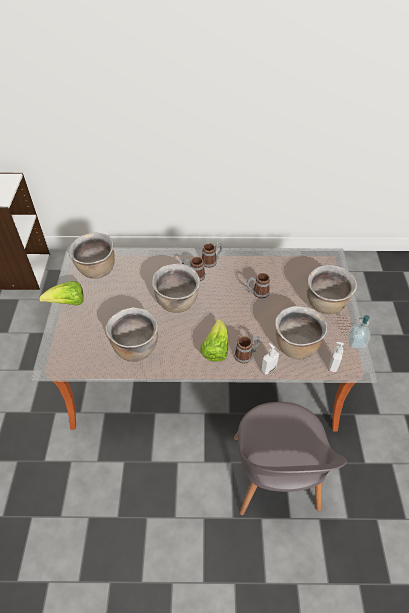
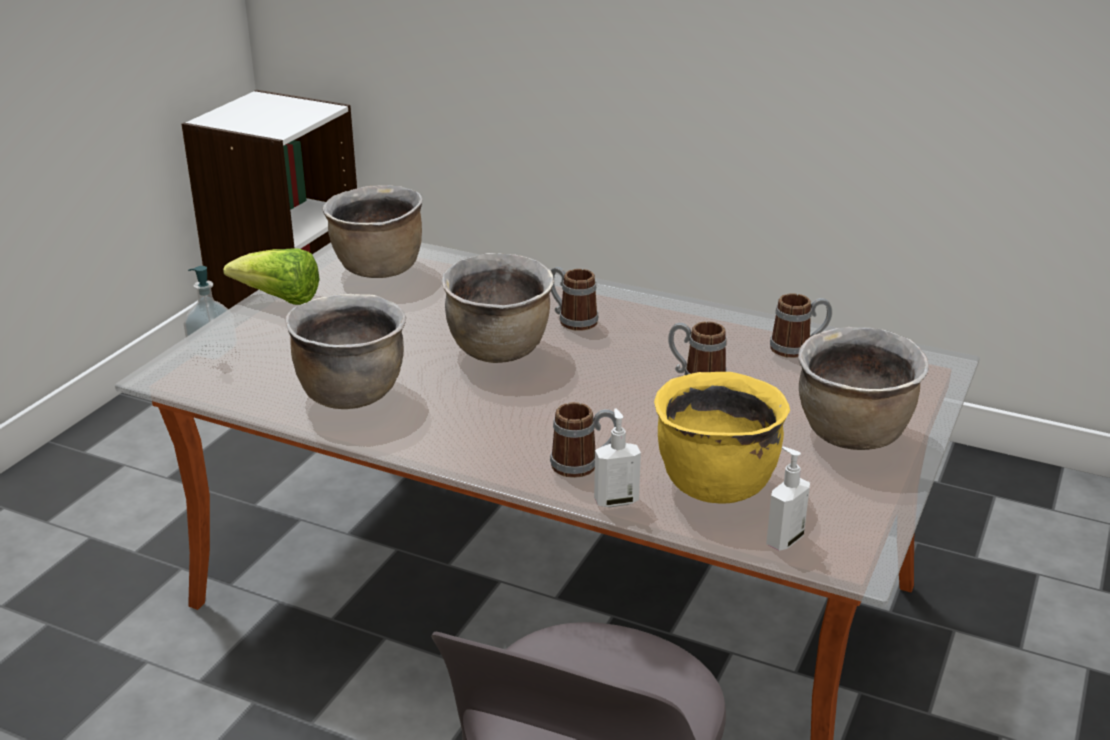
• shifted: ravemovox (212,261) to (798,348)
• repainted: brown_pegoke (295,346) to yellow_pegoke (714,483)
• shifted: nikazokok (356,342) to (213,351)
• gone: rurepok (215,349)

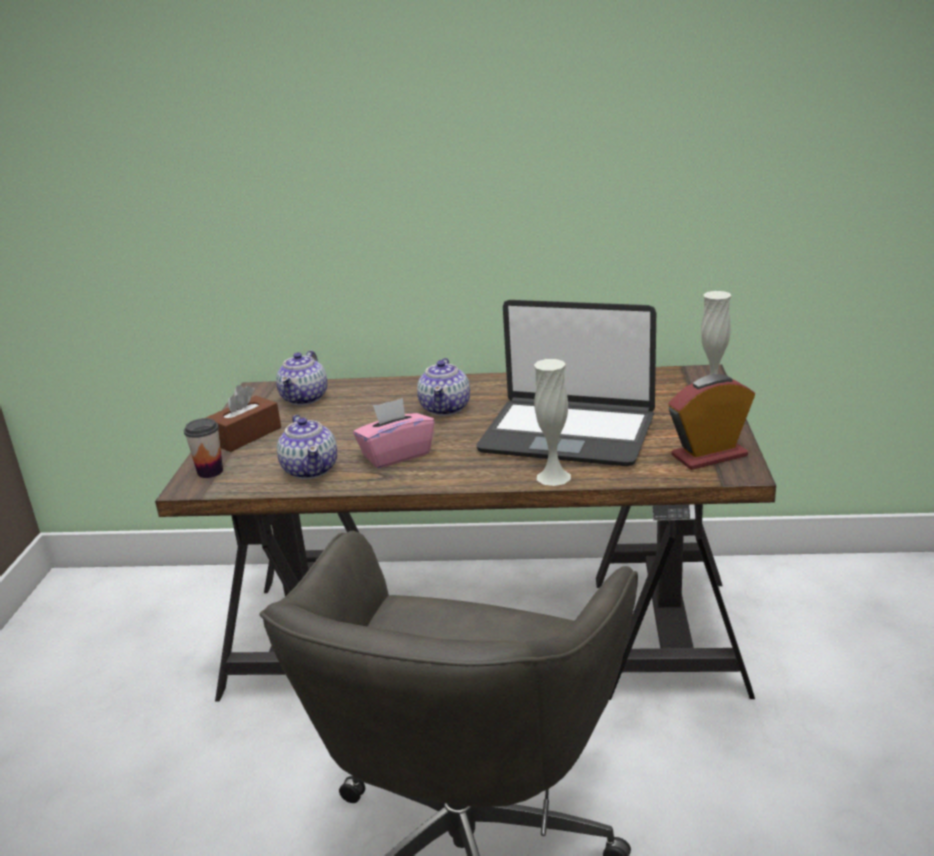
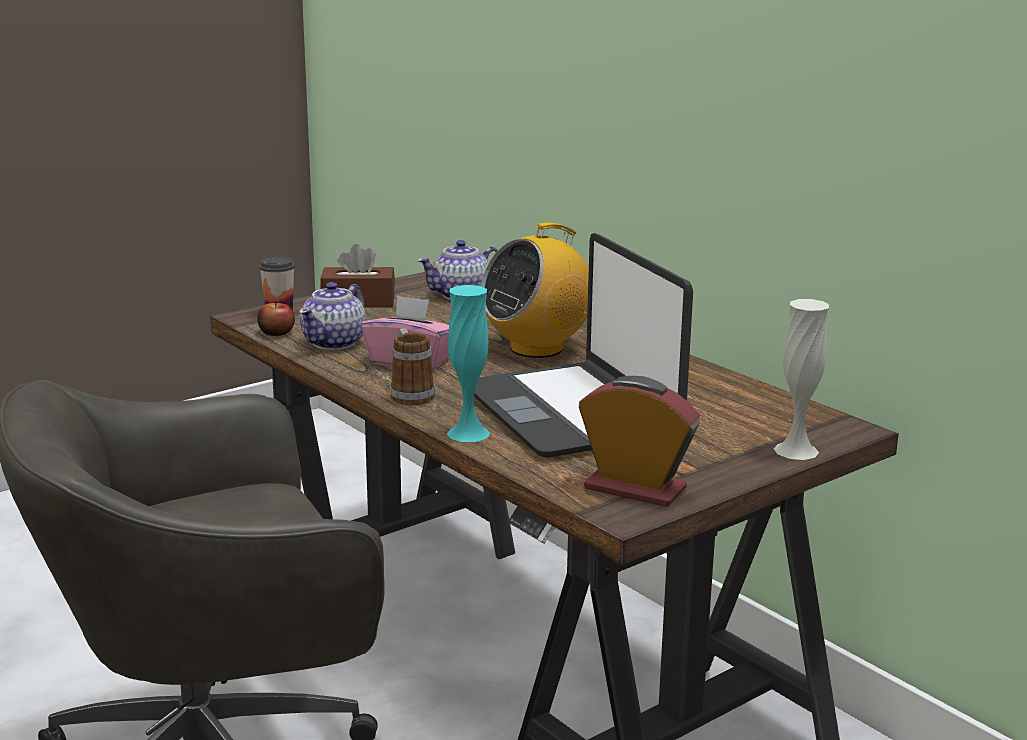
• swapped: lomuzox (446,408) to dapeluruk (537,348)
• repainted: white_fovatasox (553,477) to turquoise_fovatasox (468,433)
• new: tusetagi (276,332)
• new: ravemovox (409,394)

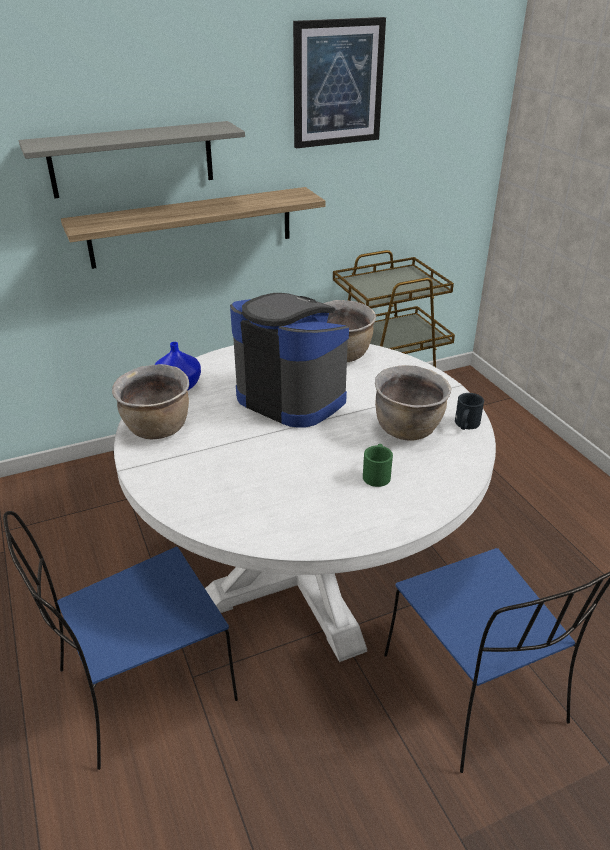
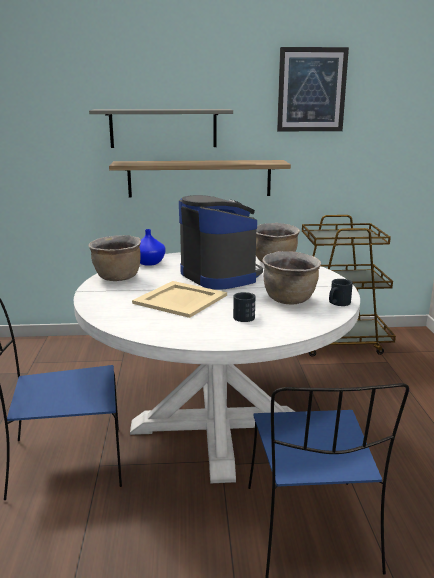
• repainted: green_ravemovox (377,473) to black_ravemovox (246,316)
• new: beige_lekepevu (180,299)

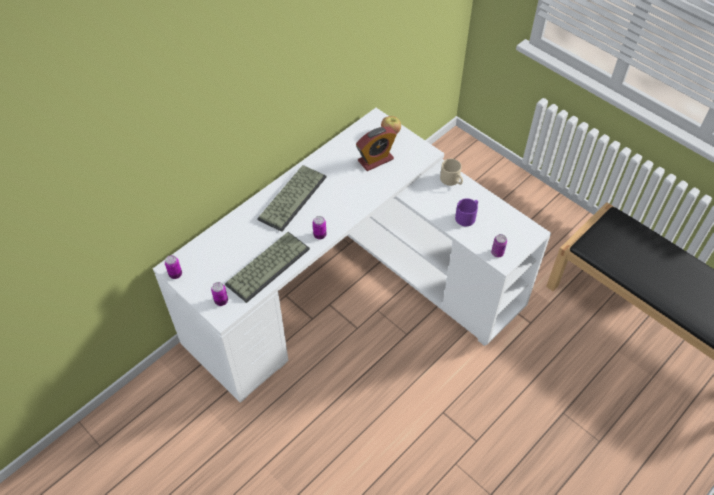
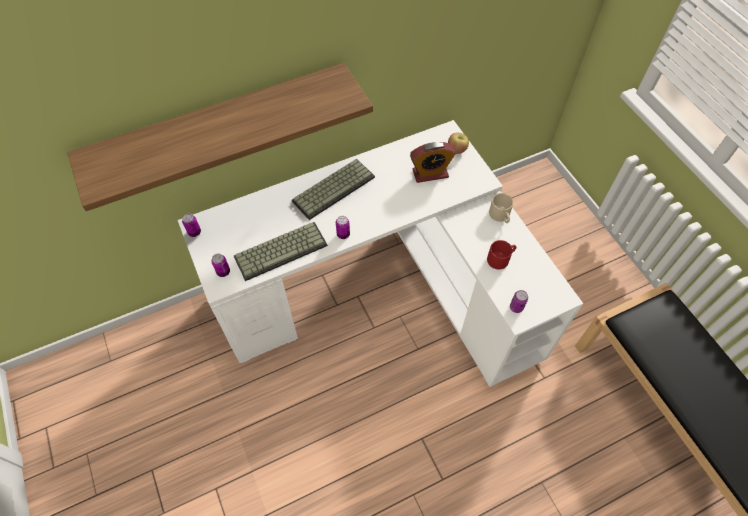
• repainted: purple_ravemovox (467,216) to red_ravemovox (500,258)
• new: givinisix (219,125)

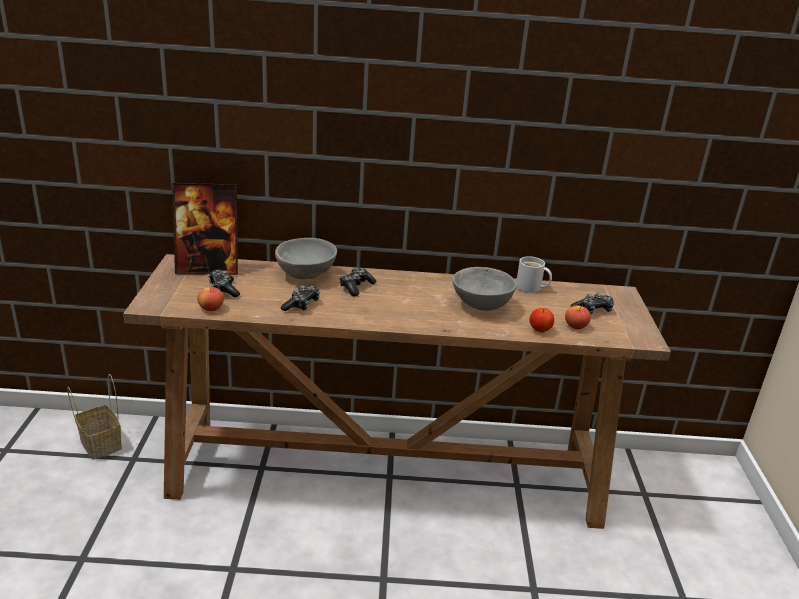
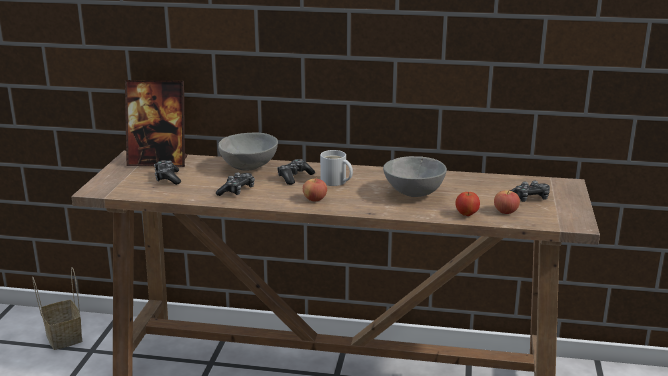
• shifted: white_ravemovox (530,288) to (335,182)
• shifted: tusetagi (211,308) to (315,199)

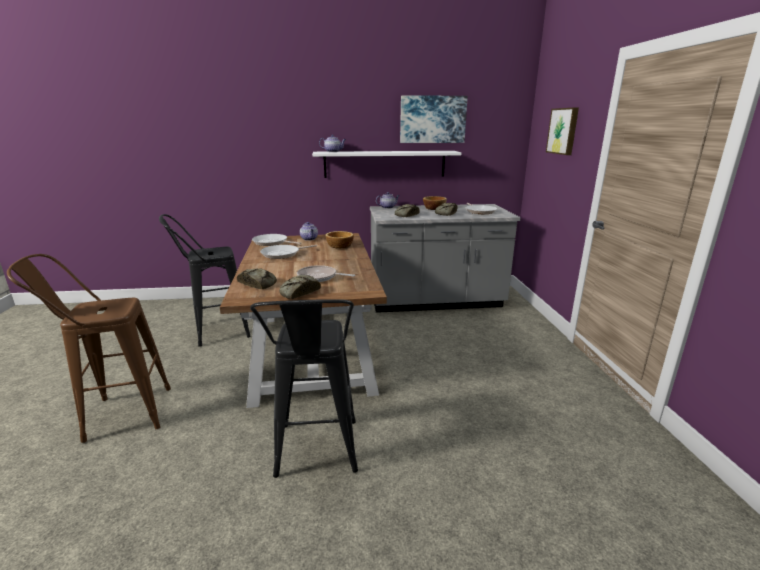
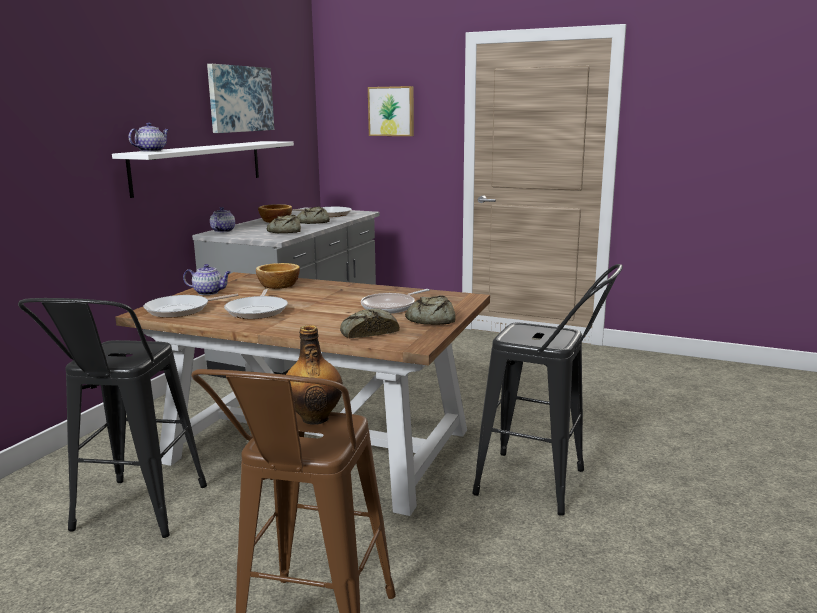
• new: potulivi (314,418)

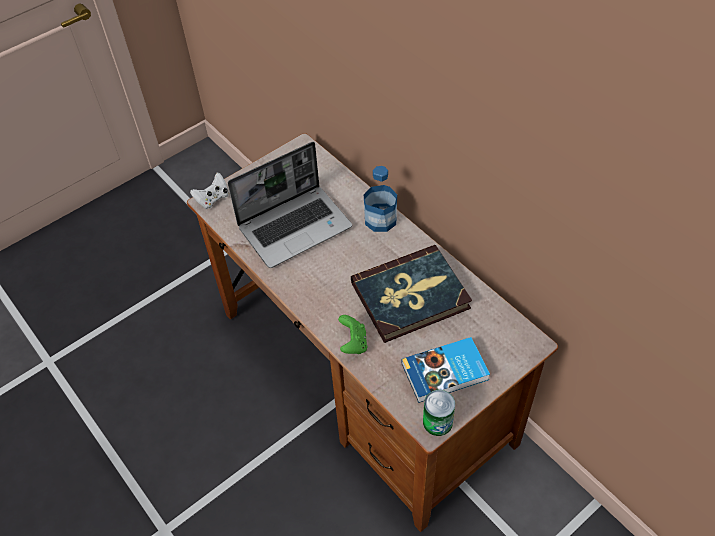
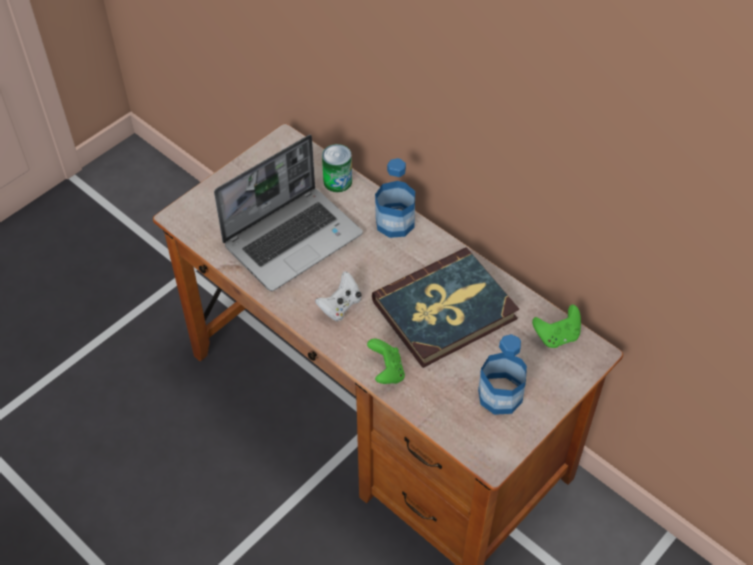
• shifted: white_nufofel (213,199) to (340,306)
• swapped: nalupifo (446,373) to potulivi (500,396)
• shifted: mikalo (437,422) to (337,181)
• new: green_nufofel (557,336)

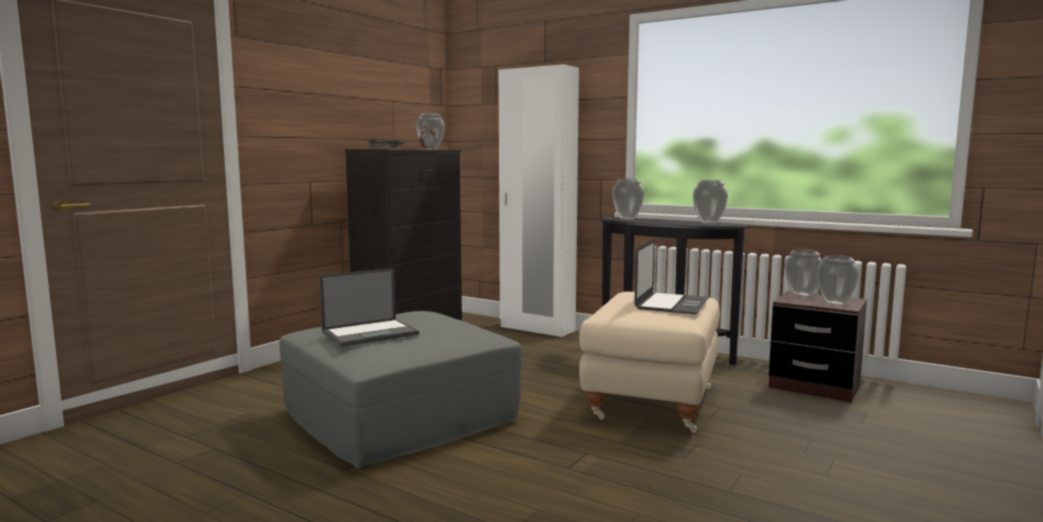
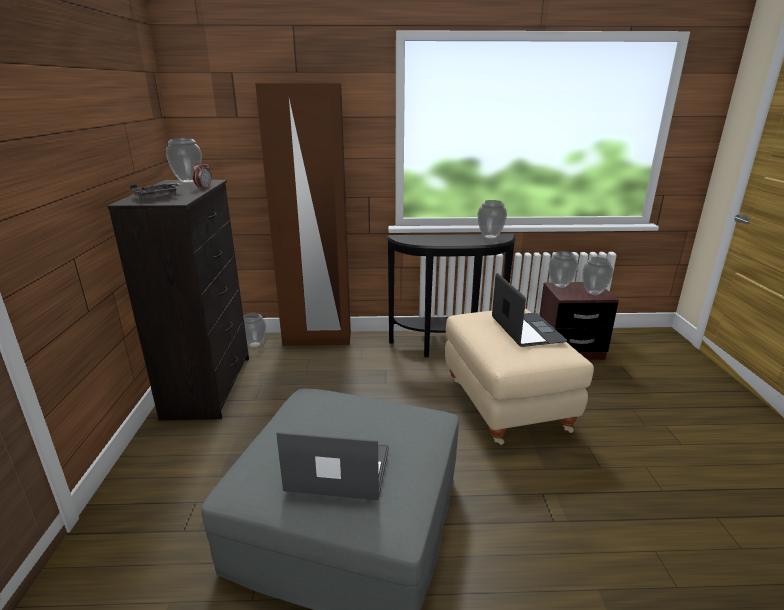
• repainted: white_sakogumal (537,329) to brown_sakogumal (317,339)
• shifted: fovatasox (627,219) to (255,344)
• rotated: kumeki (371,333) = (337,469) 105 degrees counterclockwise

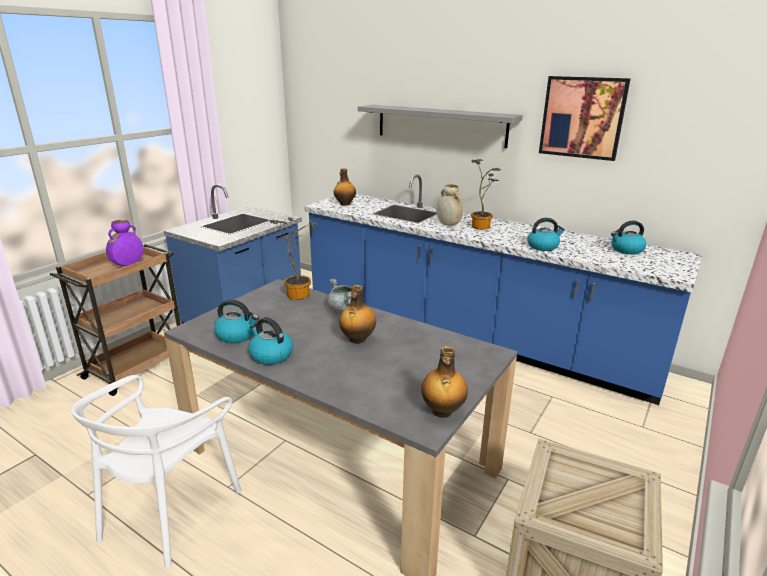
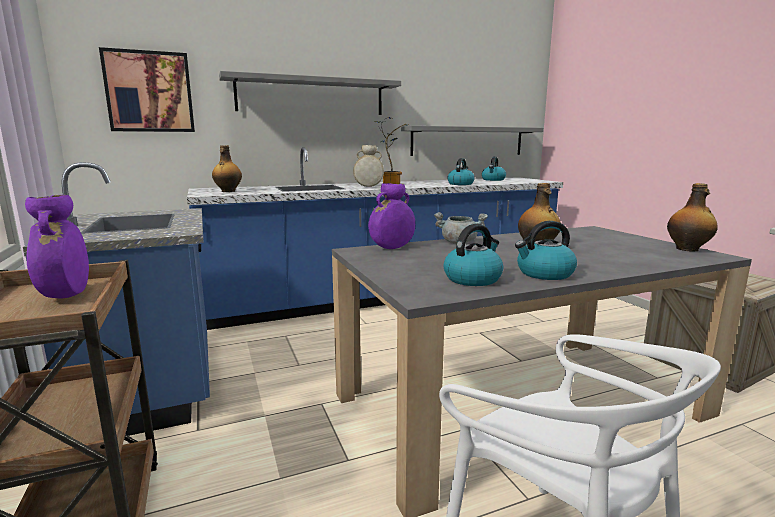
• shifted: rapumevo (582,117) to (149,92)
• swapped: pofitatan (297,293) to purple_fovatasox (392,248)
• new: grey_givinisix (468,141)

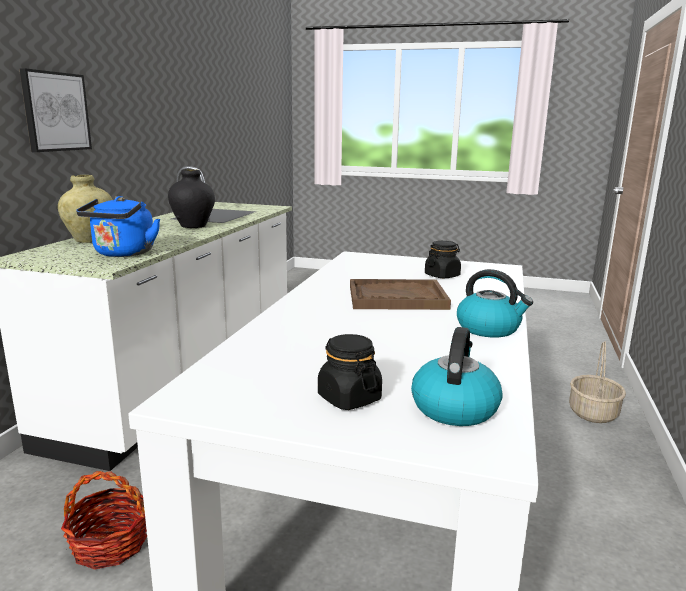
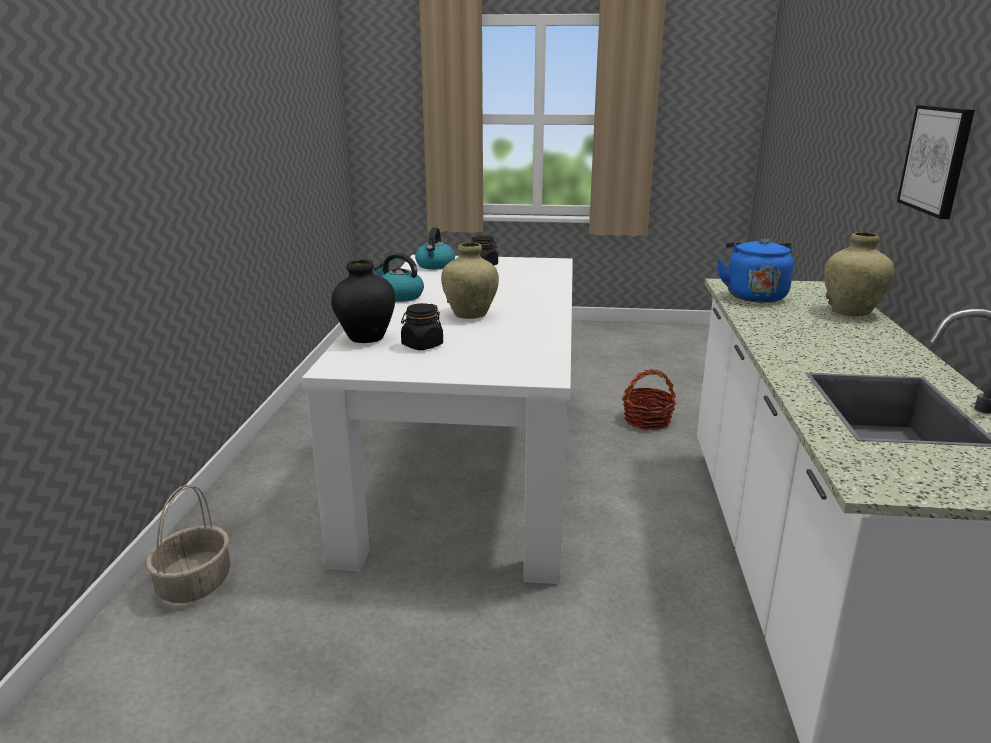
• shifted: black_fovatasox (193,226) to (366,338)
• swapped: brown_lekepevu (396,298) to beige_fovatasox (470,315)

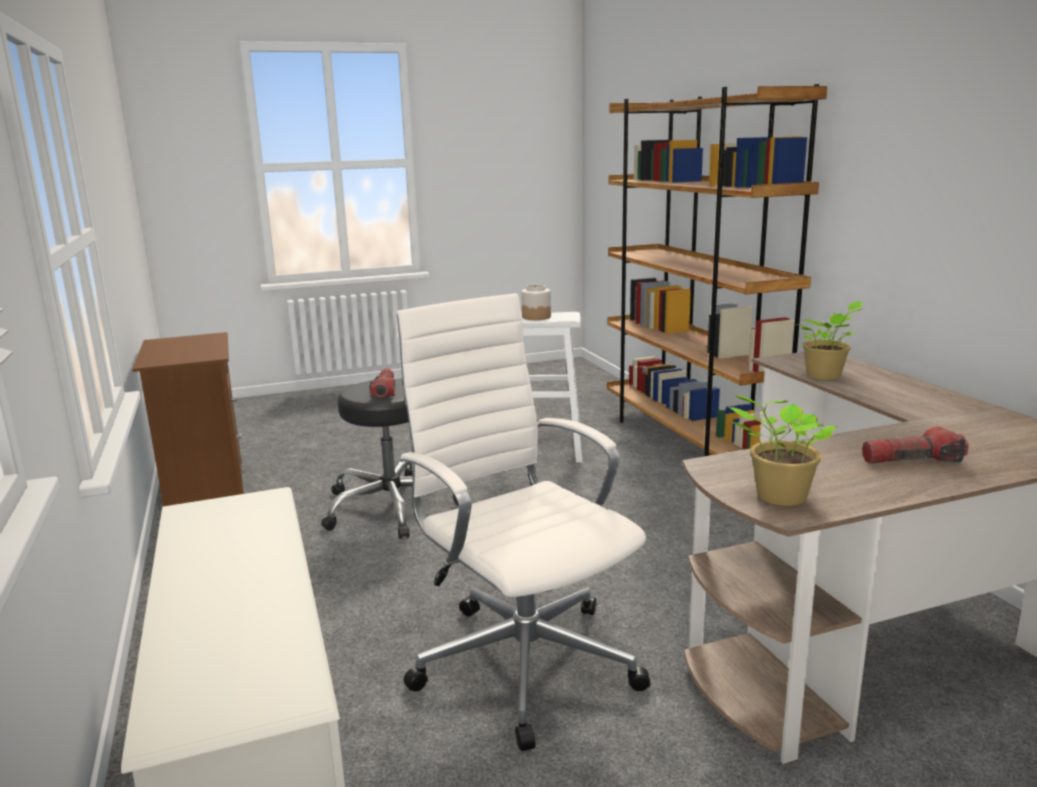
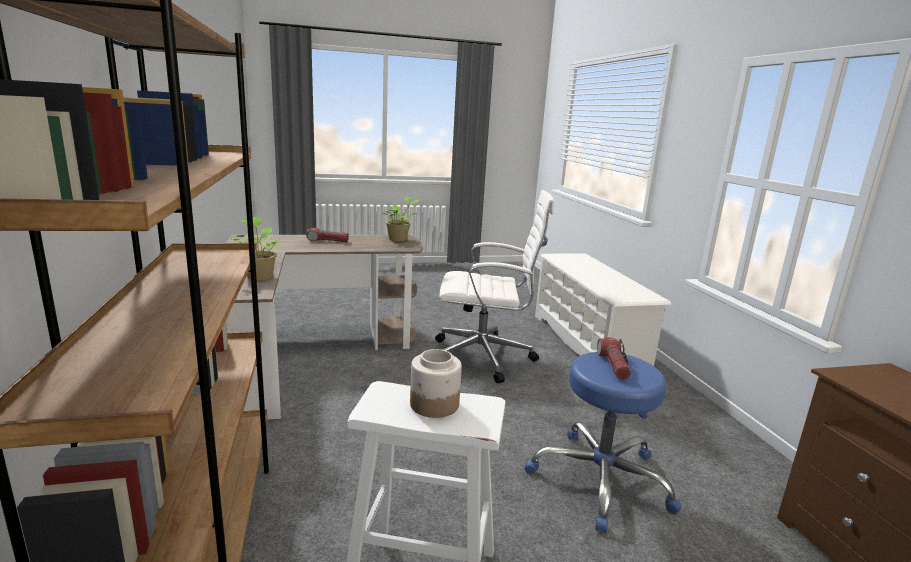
• rotated: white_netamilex (523,659) = (485,357) 60 degrees counterclockwise
• repainted: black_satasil (390,507) to blue_satasil (601,479)

